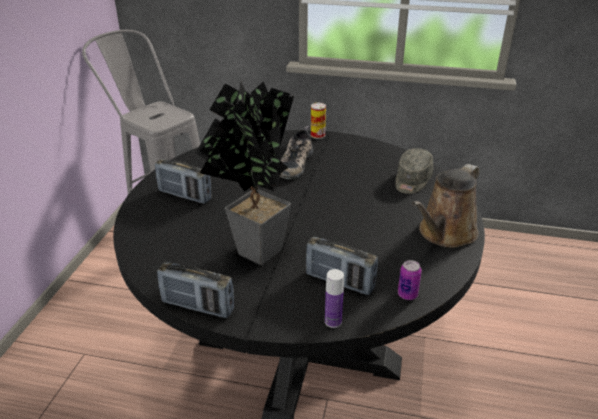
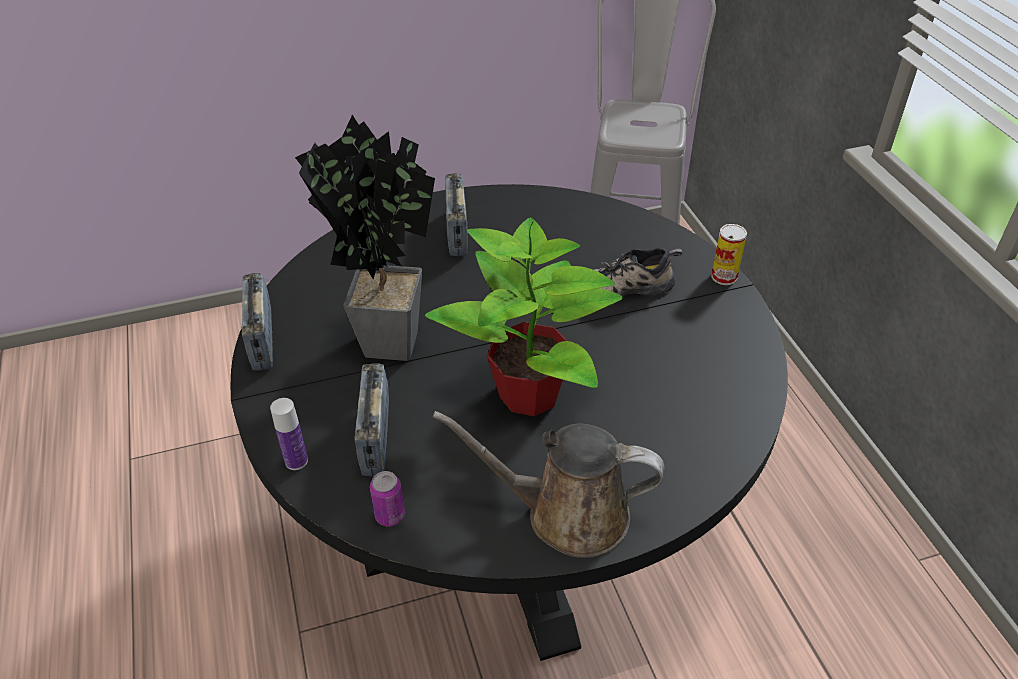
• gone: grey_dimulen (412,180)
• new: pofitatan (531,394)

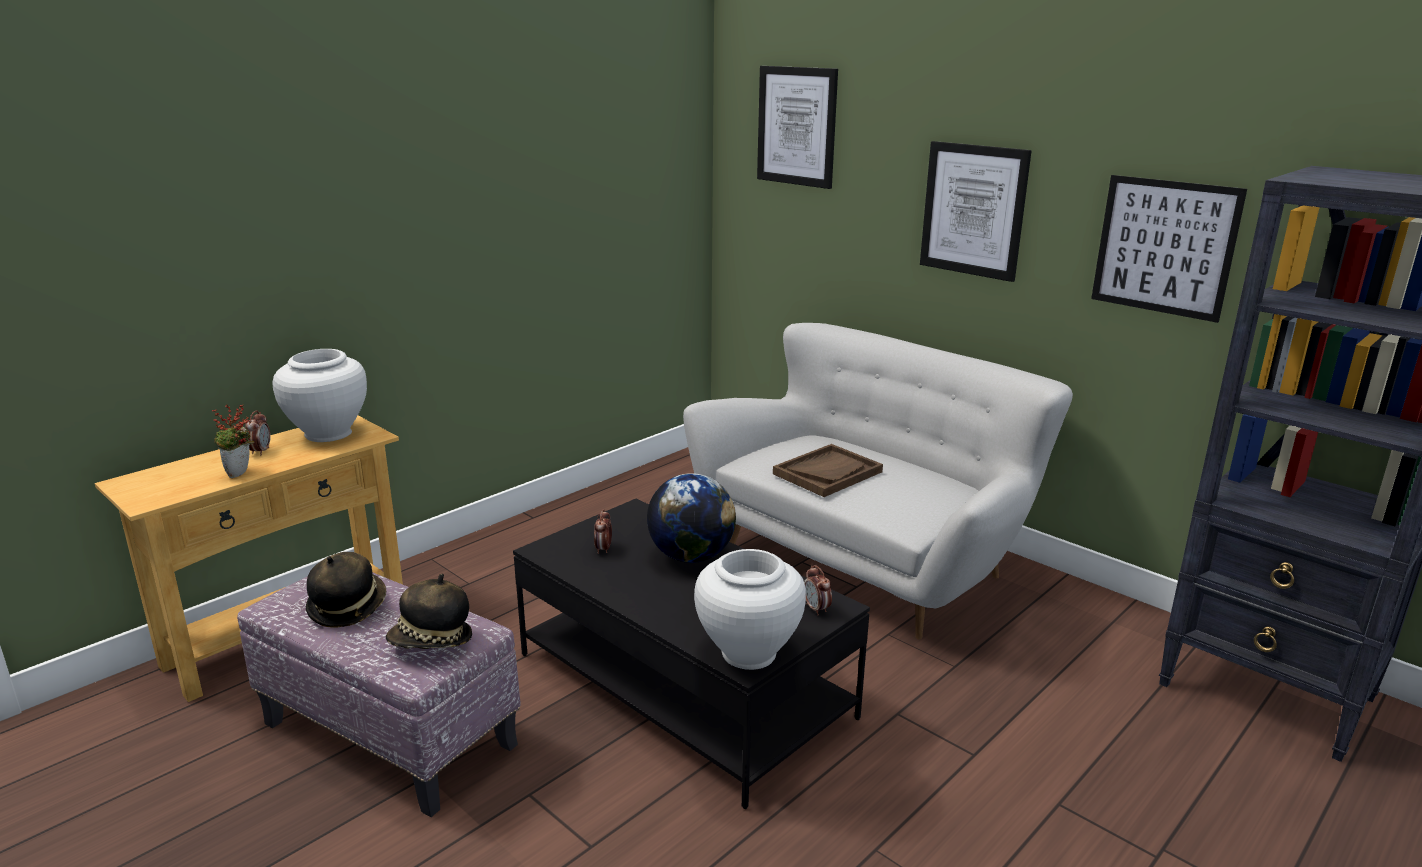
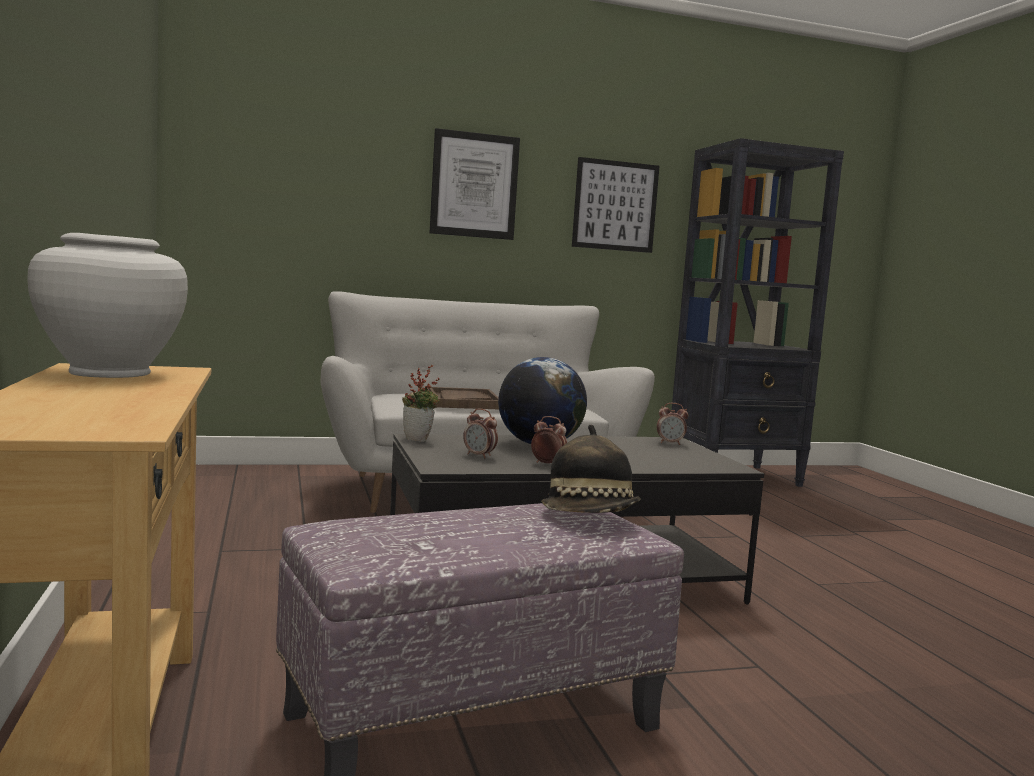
• gone: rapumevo (797,126)
• shifted: pofitatan (240,474) to (419,439)
• shifted: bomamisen (260,451) to (547,464)
• gone: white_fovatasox (748,653)
• gone: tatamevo (347,607)

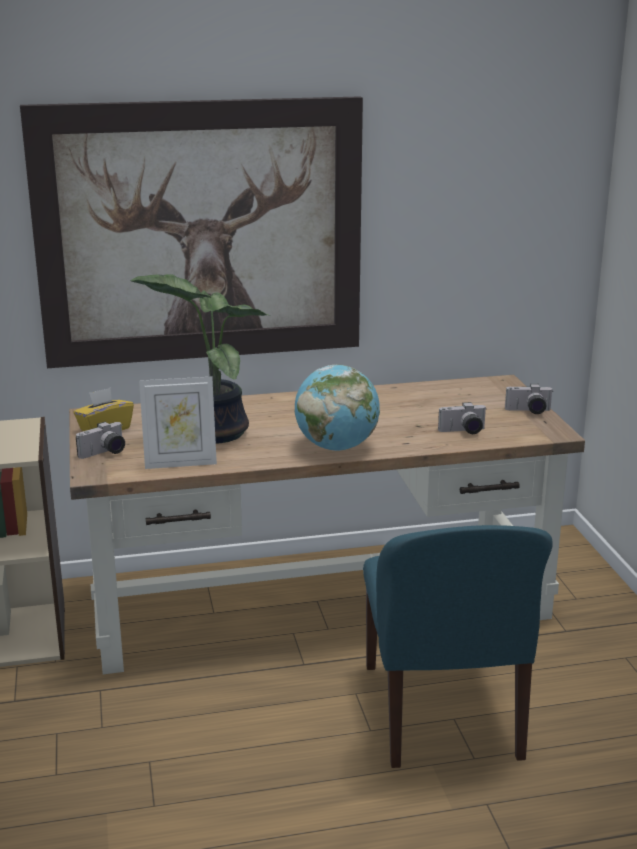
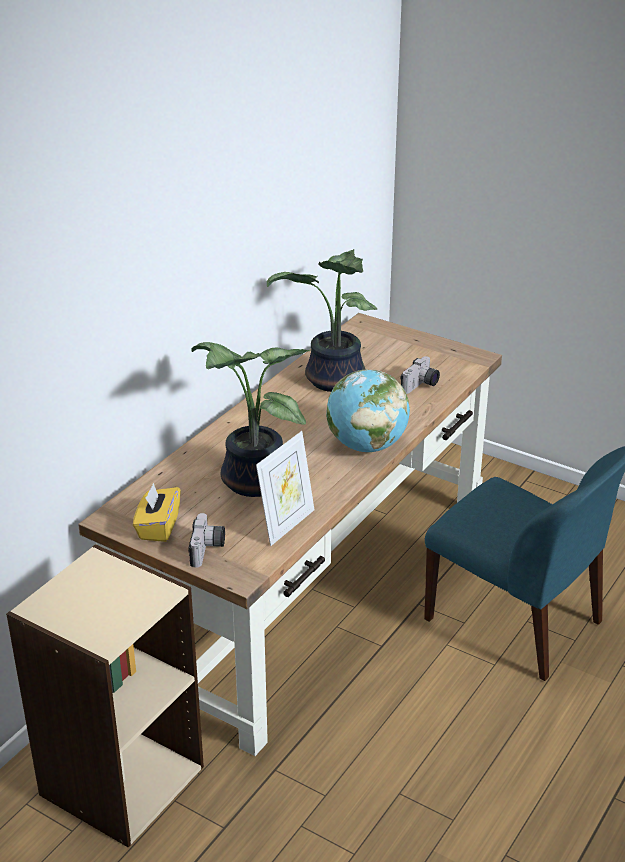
• gone: rapumevo (201,233)
• gone: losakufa (528,411)
• new: pofitatan (333,381)

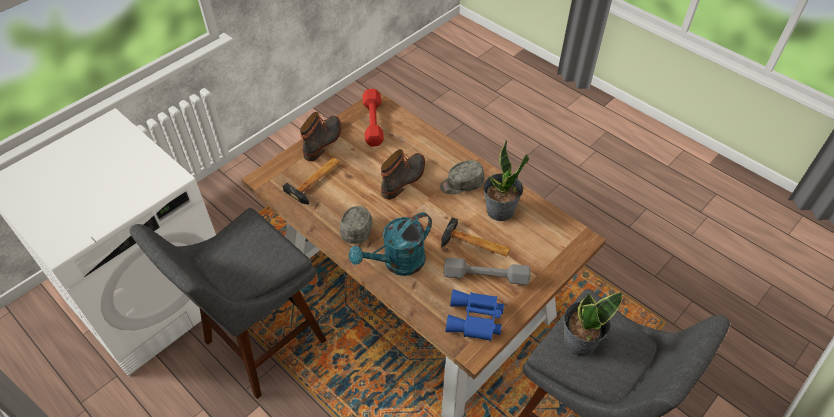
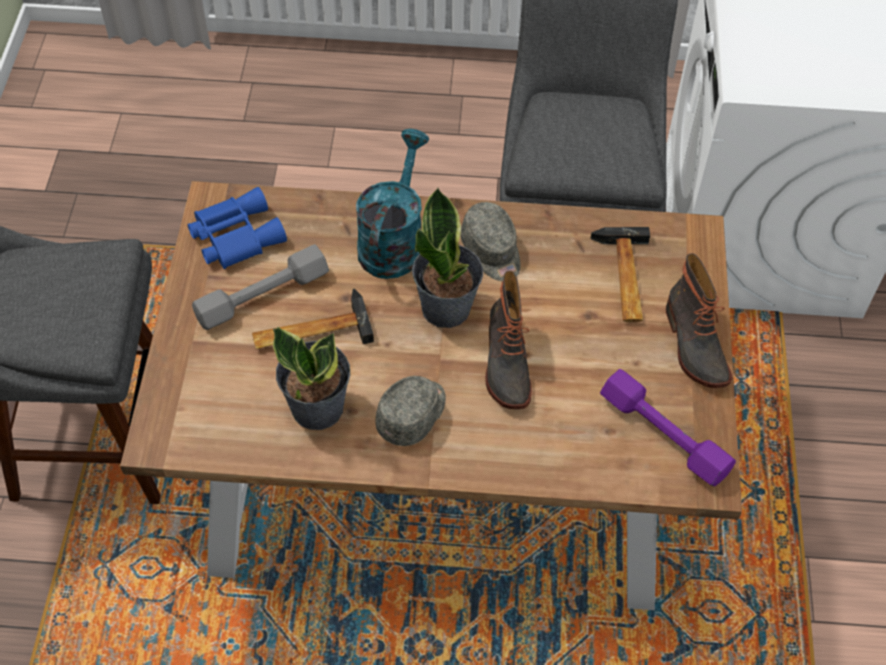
• repainted: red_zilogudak (373,122) to purple_zilogudak (663,435)
• shifted: pofitatan (579,341) to (447,308)

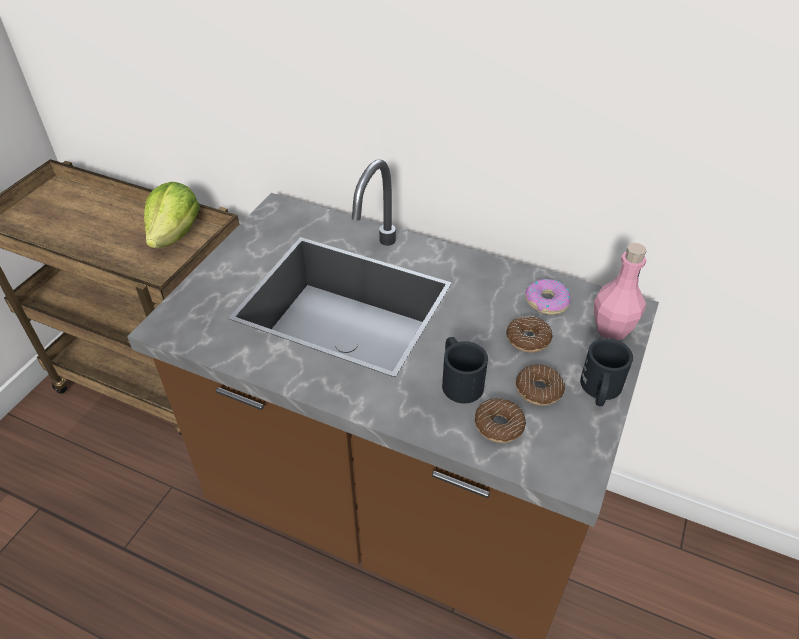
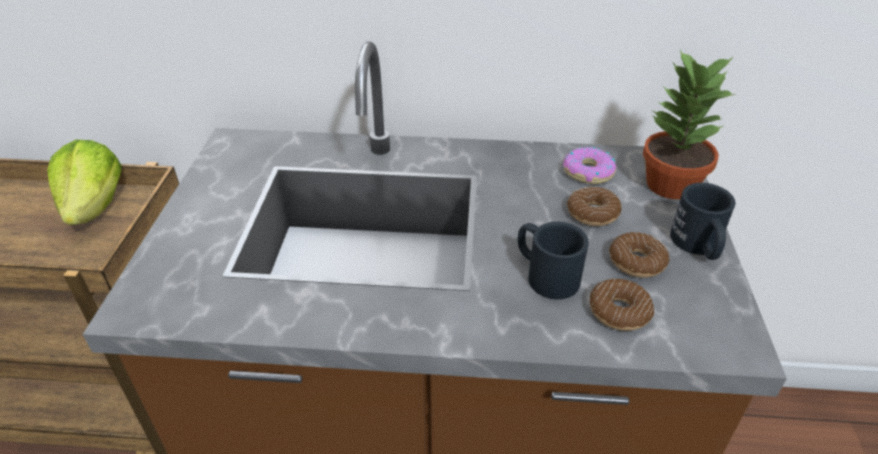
• swapped: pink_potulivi (611,330) to pofitatan (669,184)

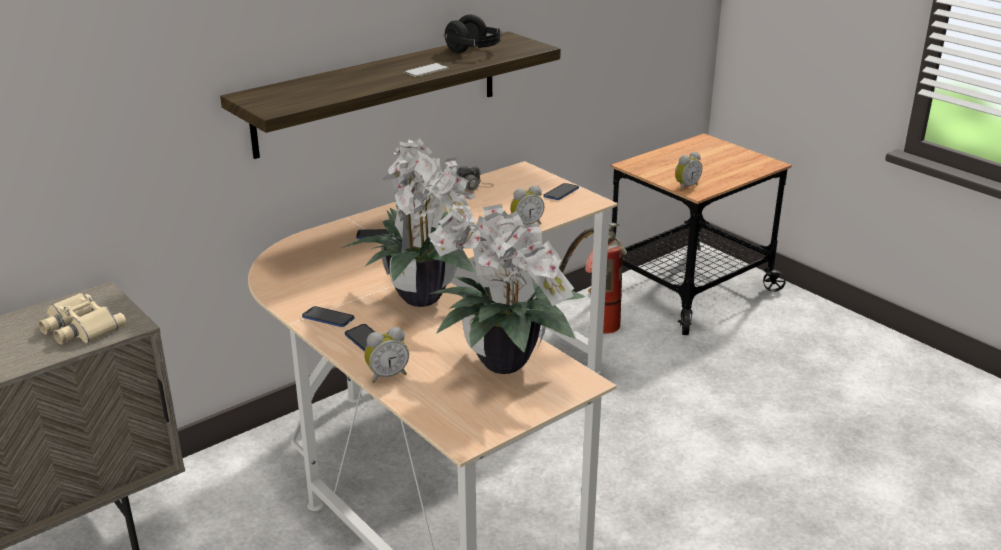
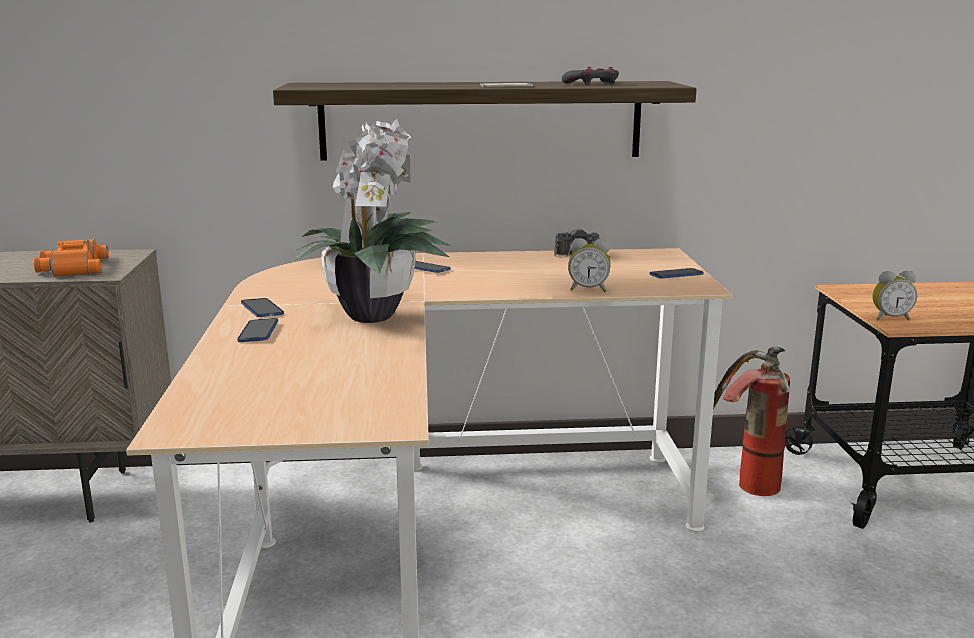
• swapped: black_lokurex (474,51) to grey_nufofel (592,83)
• gone: pofitatan (506,367)
• repainted: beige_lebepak (79,327) to orange_lebepak (72,267)
• gone: bomamisen (387,375)

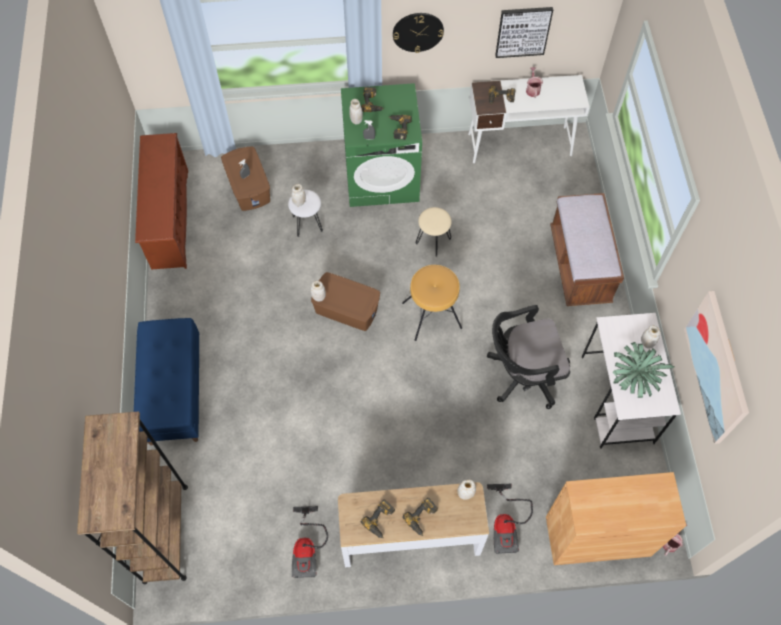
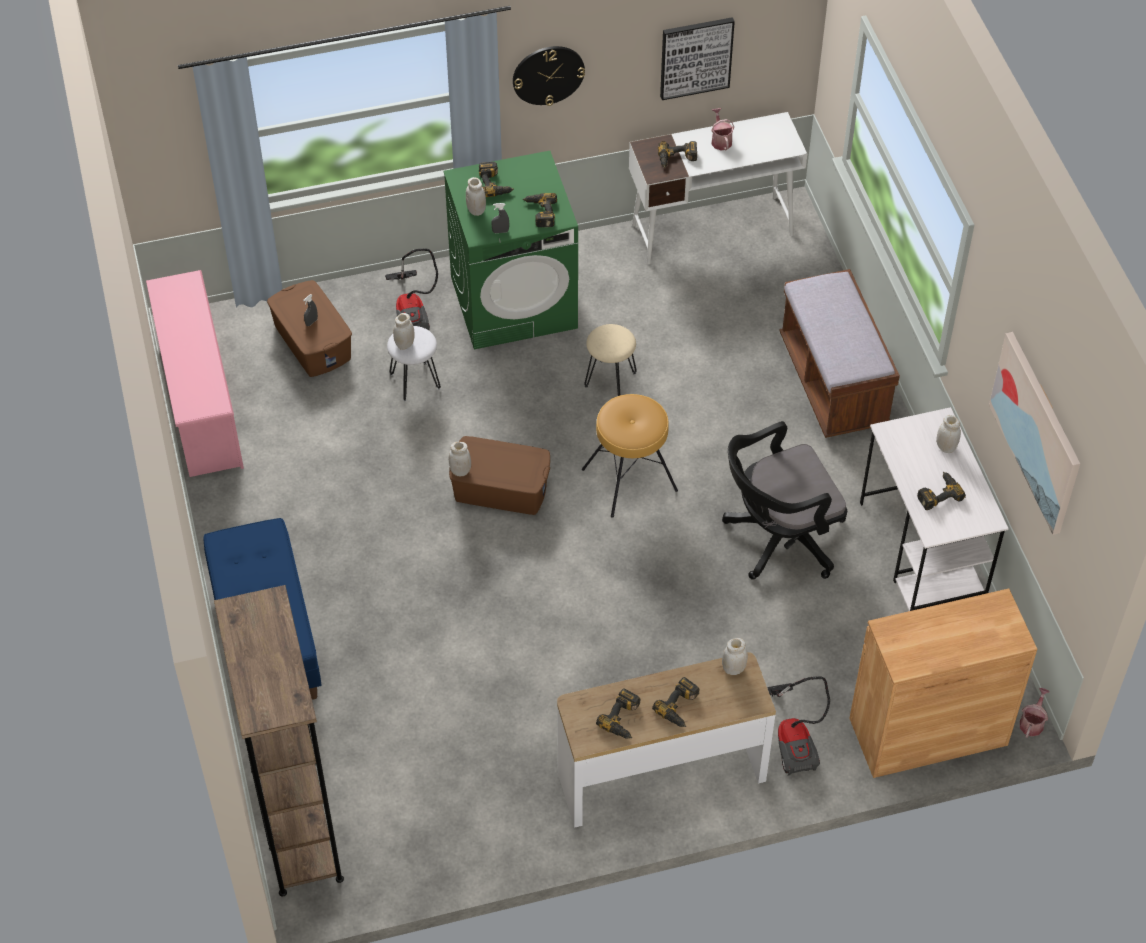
• repainted: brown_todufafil (169,218) to pink_todufafil (200,403)
• swapped: pofitatan (634,378) to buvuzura (937,493)
• shifted: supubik (308,549) to (413,312)

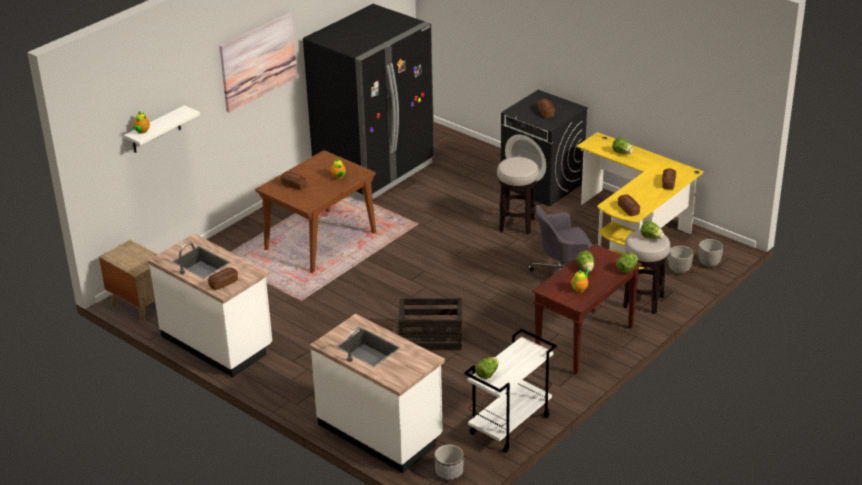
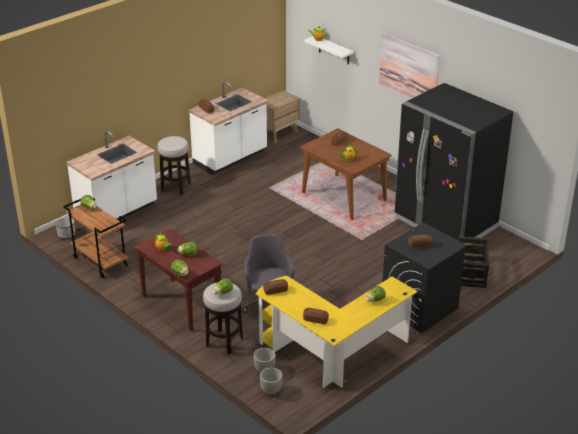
• shifted: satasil (516,225) to (176,187)
• shifted: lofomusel (430,338) to (470,272)
• repainted: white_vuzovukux (510,426) to brown_vuzovukux (99,261)

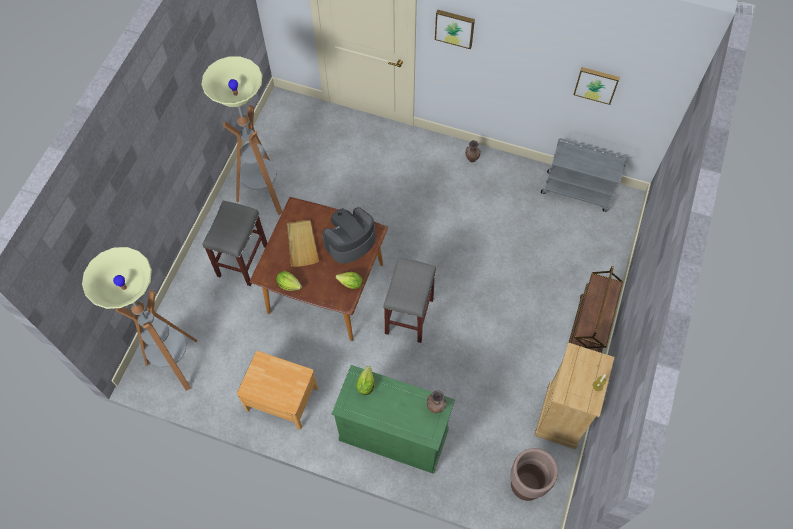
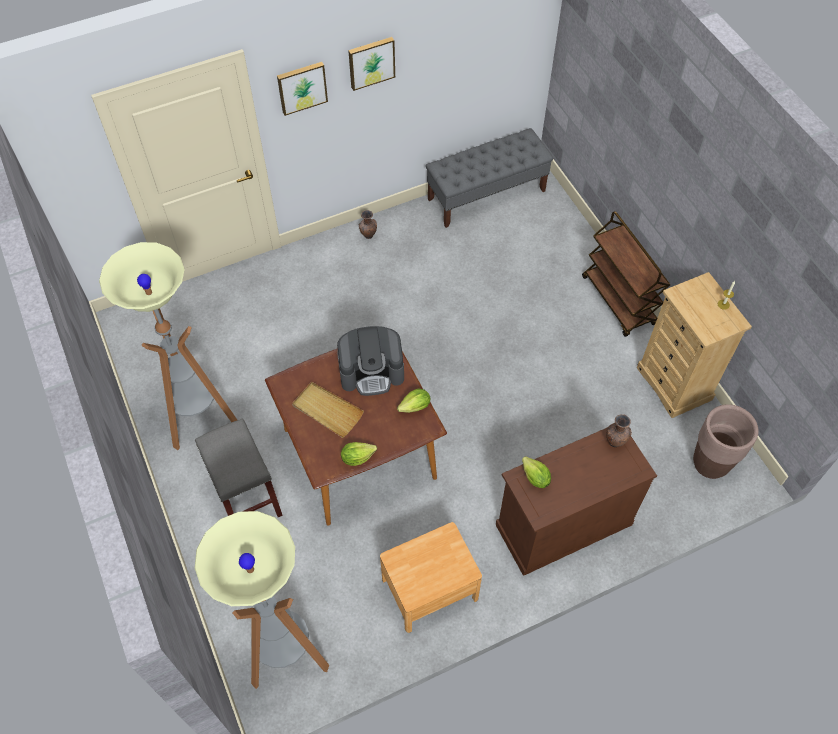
• shifted: rapumevo (596,84) to (371,62)
• swapped: grey_vuzovukux (578,191) to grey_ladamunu (487,195)
• rotated: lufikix (350,242) = (372,371) 105 degrees counterclockwise
• gone: grey_satasil (409,317)
• repainted: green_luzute (394,434) to brown_luzute (563,524)

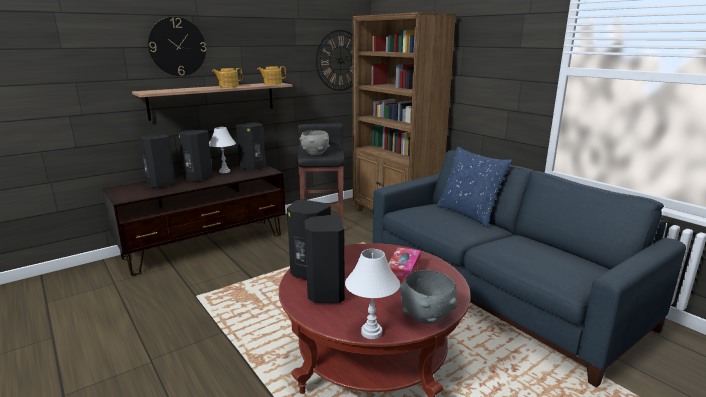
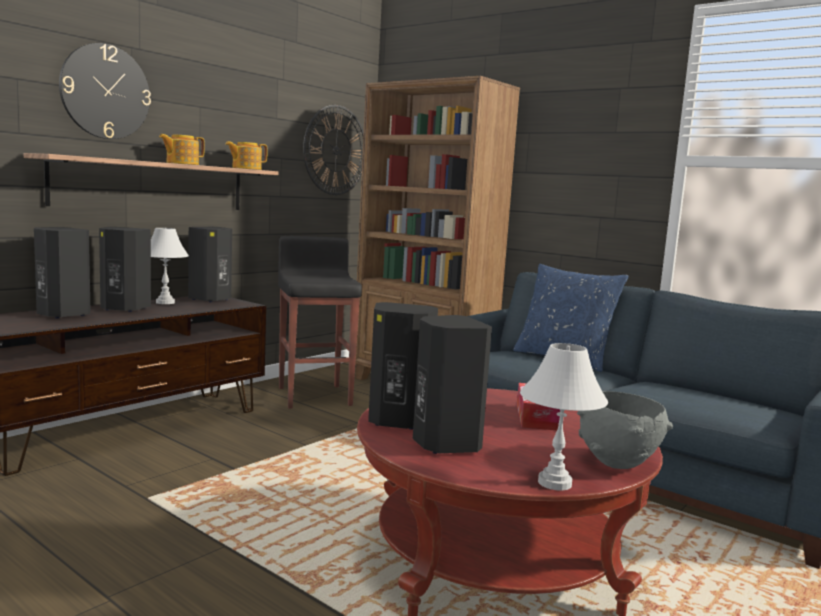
• gone: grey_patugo (315,154)

